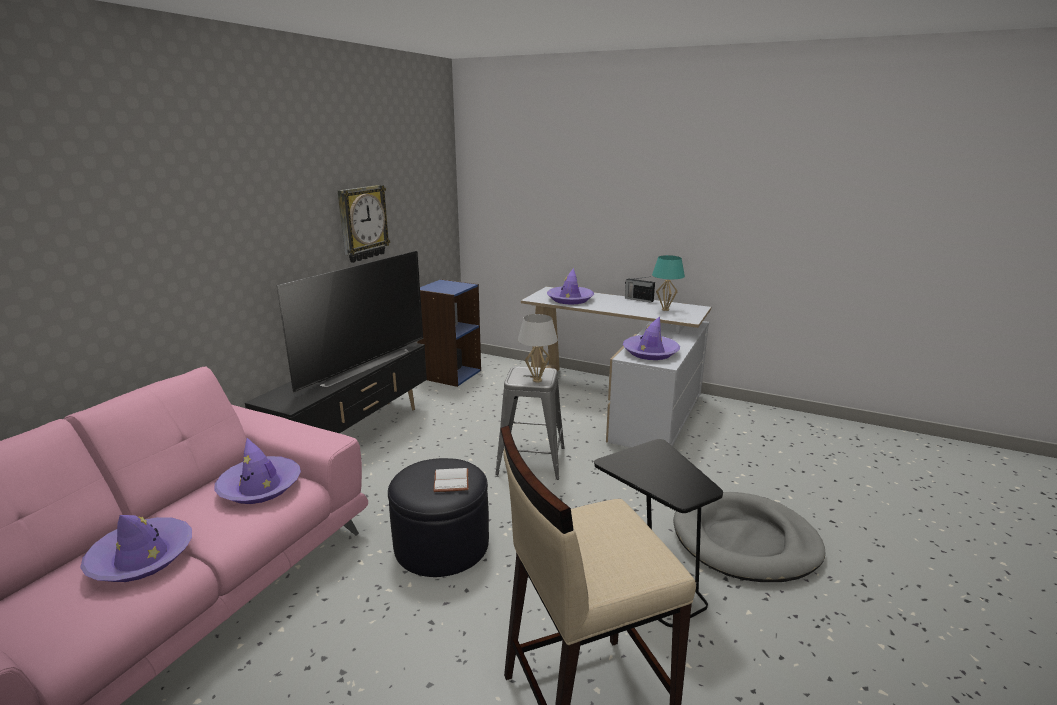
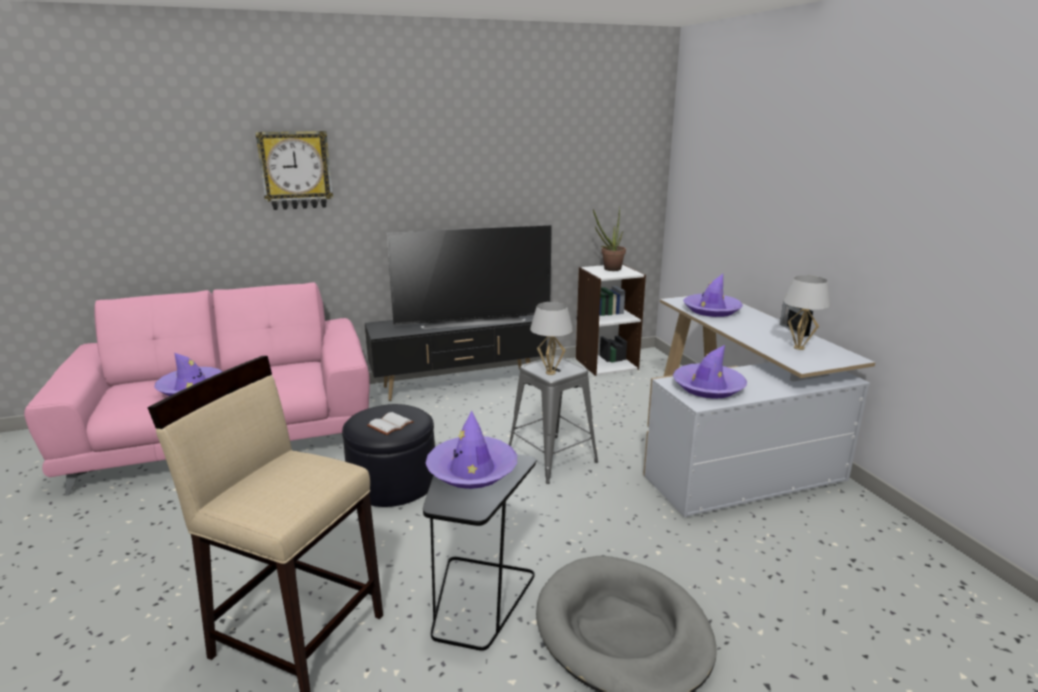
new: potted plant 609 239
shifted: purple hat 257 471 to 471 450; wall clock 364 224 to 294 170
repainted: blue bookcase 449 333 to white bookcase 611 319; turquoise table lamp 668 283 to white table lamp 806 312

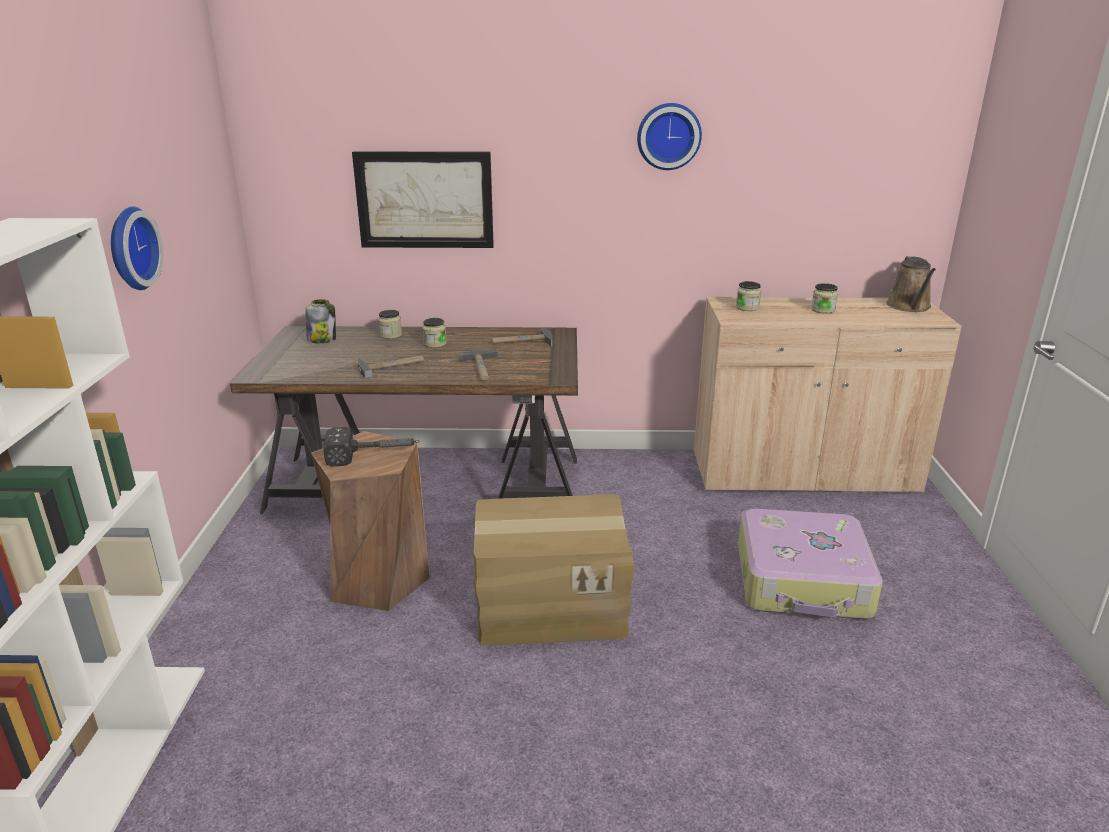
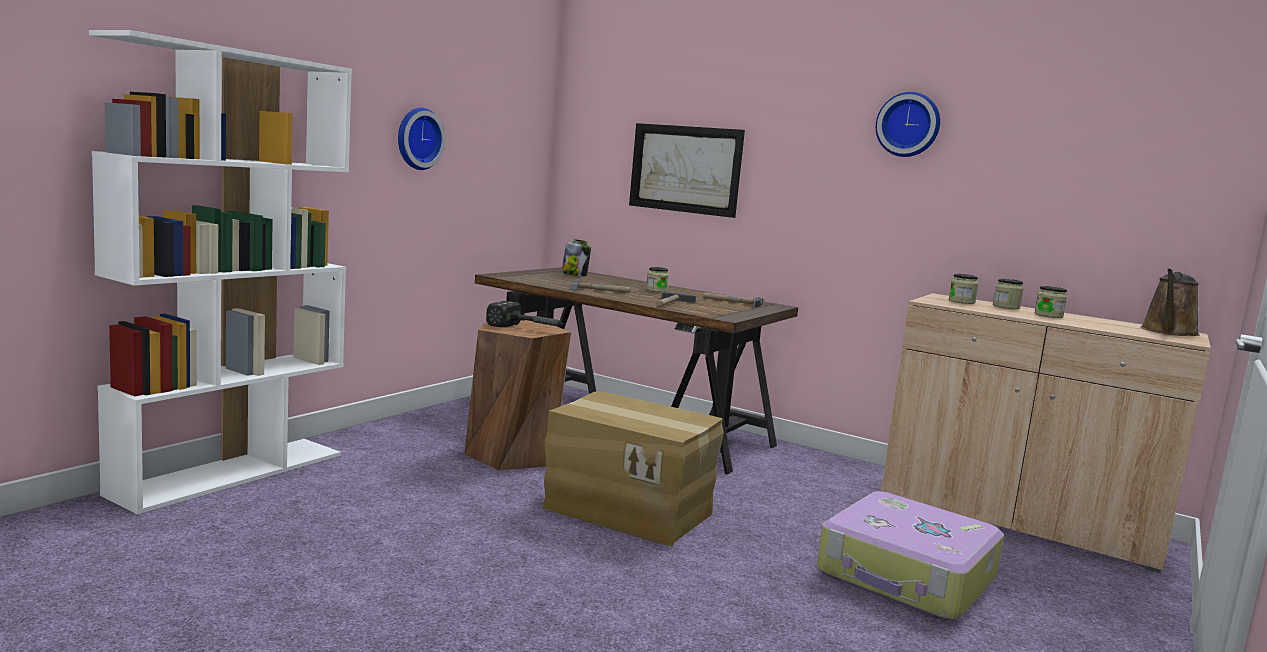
shifted: jar 390 324 to 1008 294

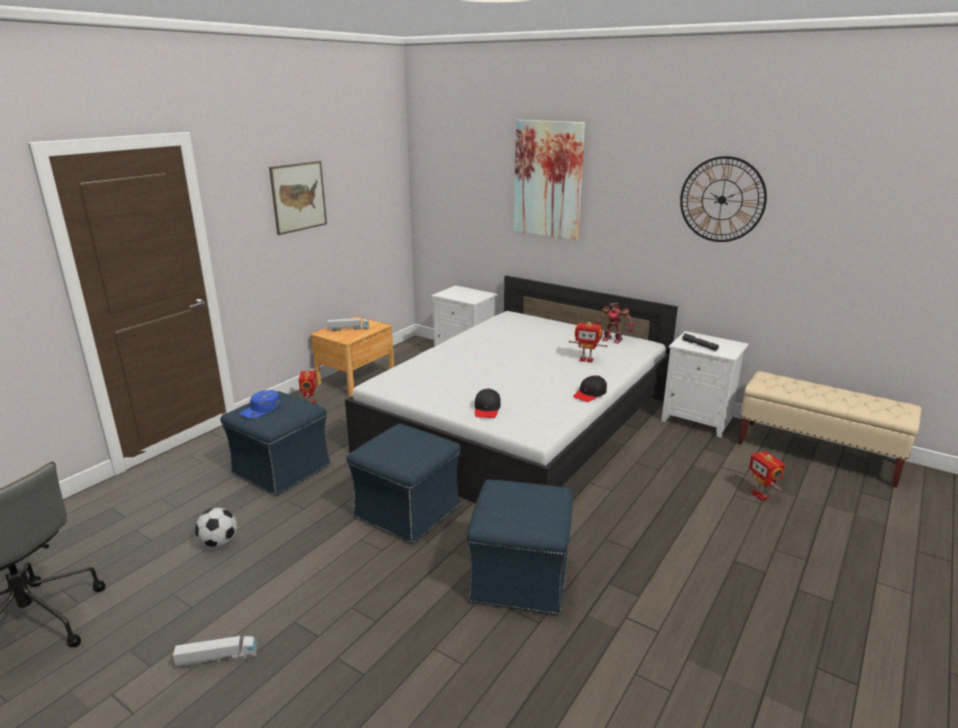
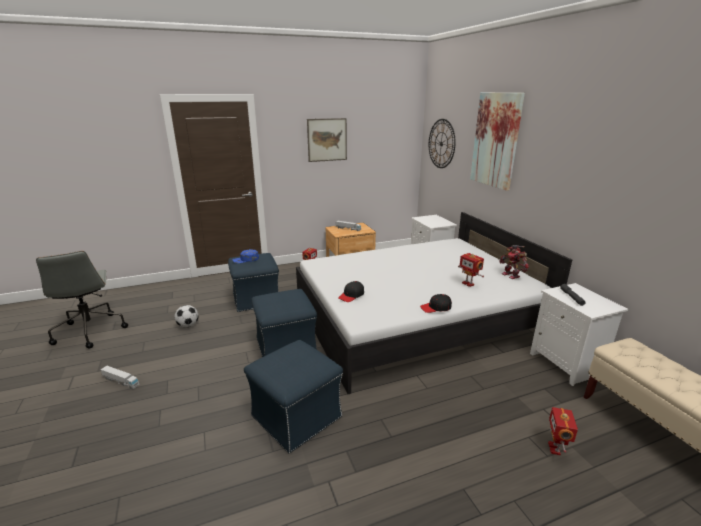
shifted: wall clock 723 199 to 442 143

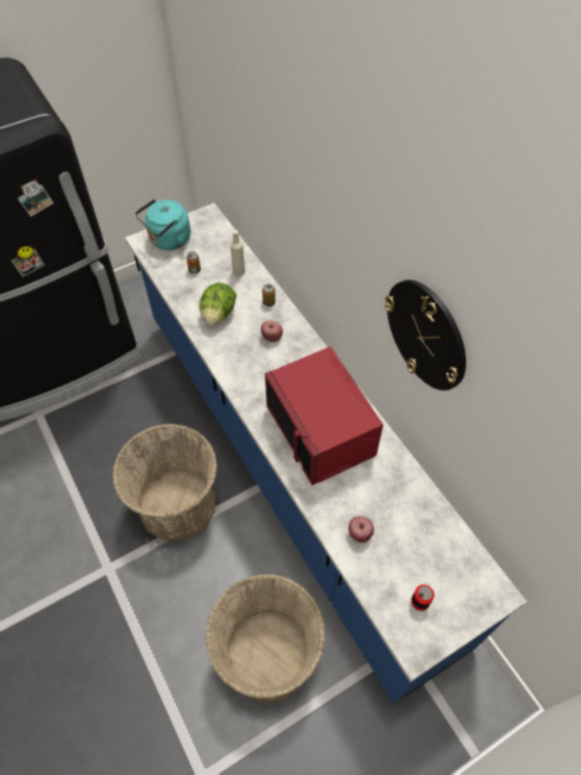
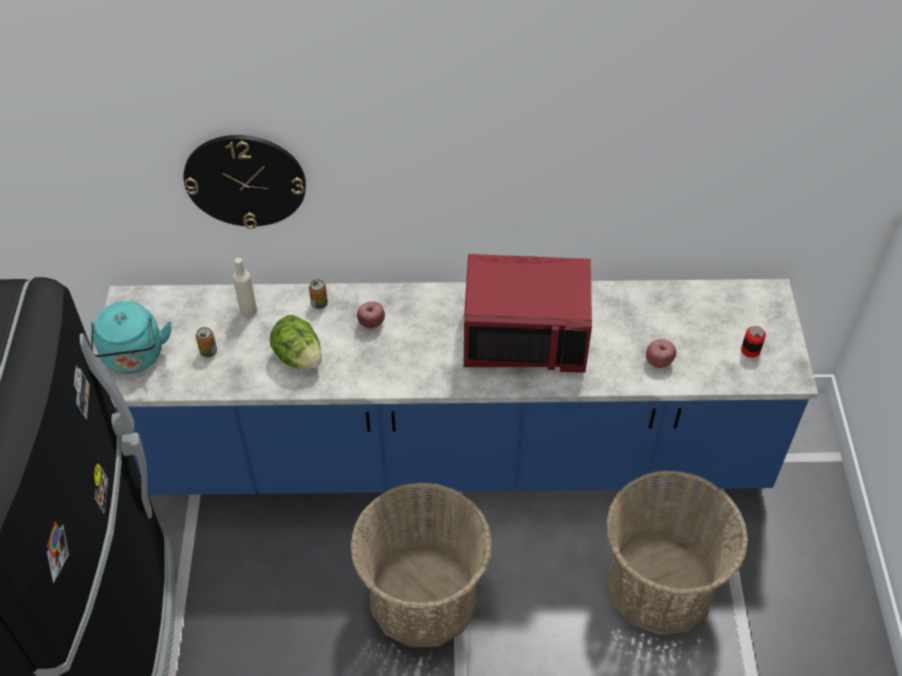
shifted: wall clock 425 335 to 244 182

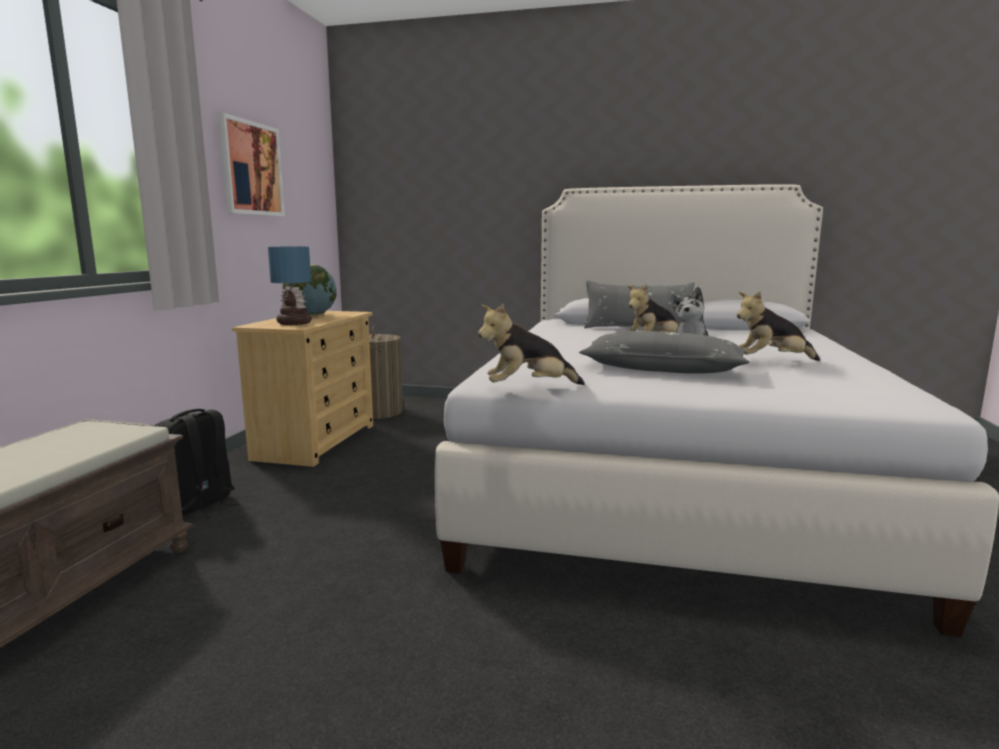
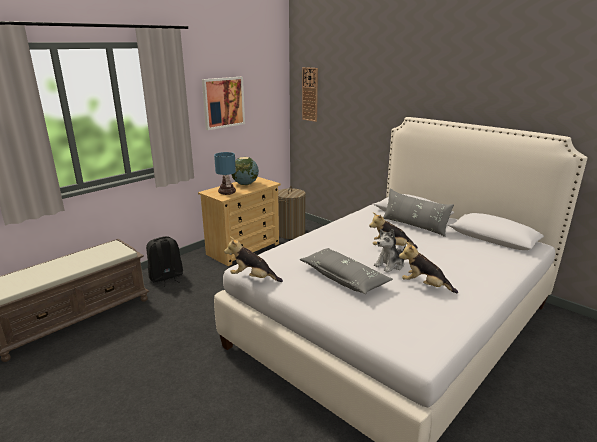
new: wall clock 310 94

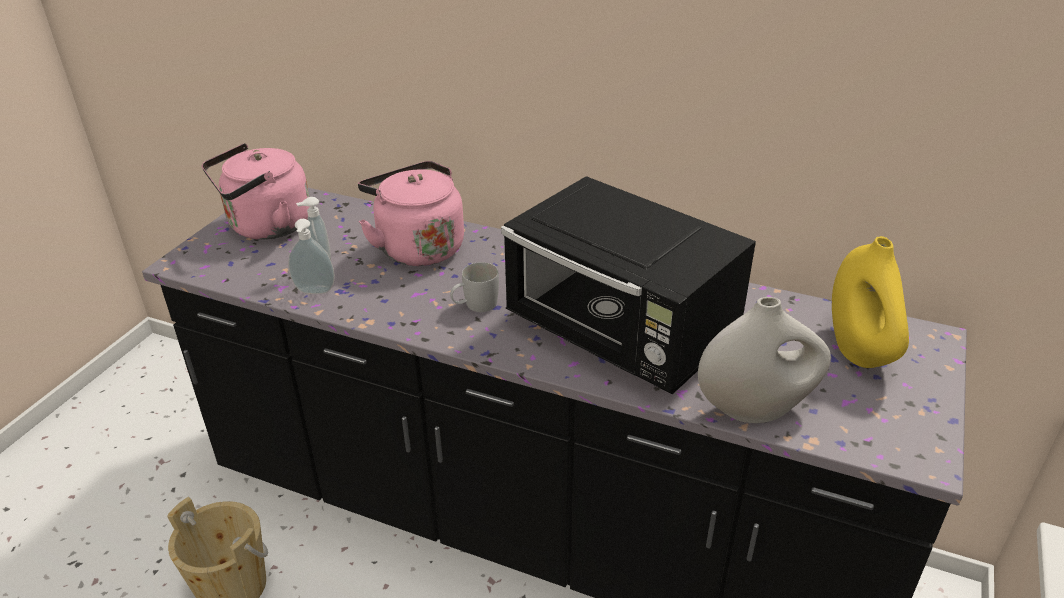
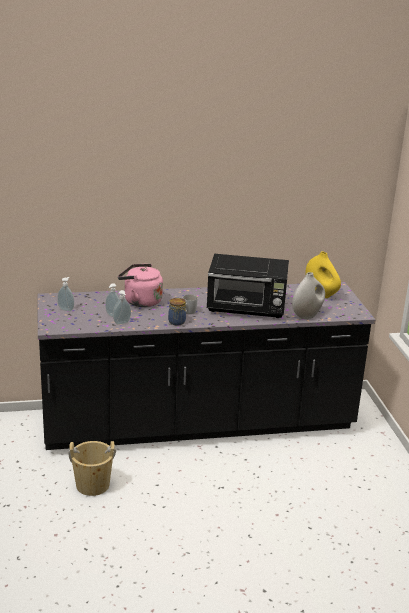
new: jar 177 311
swapped: pink kettle 256 191 to soap dispenser 65 294

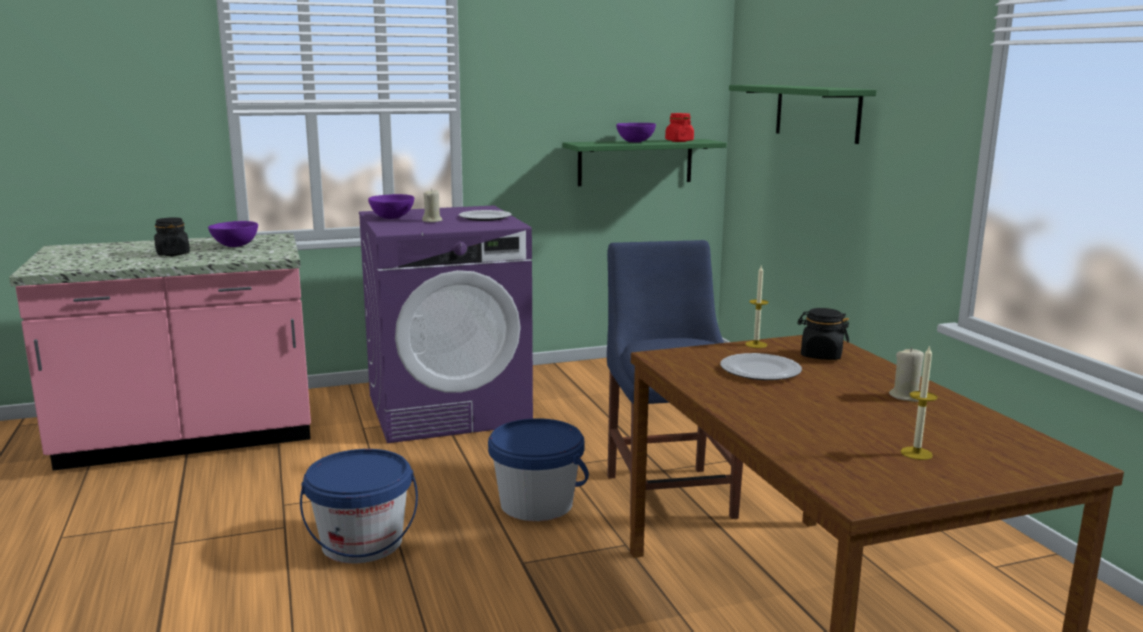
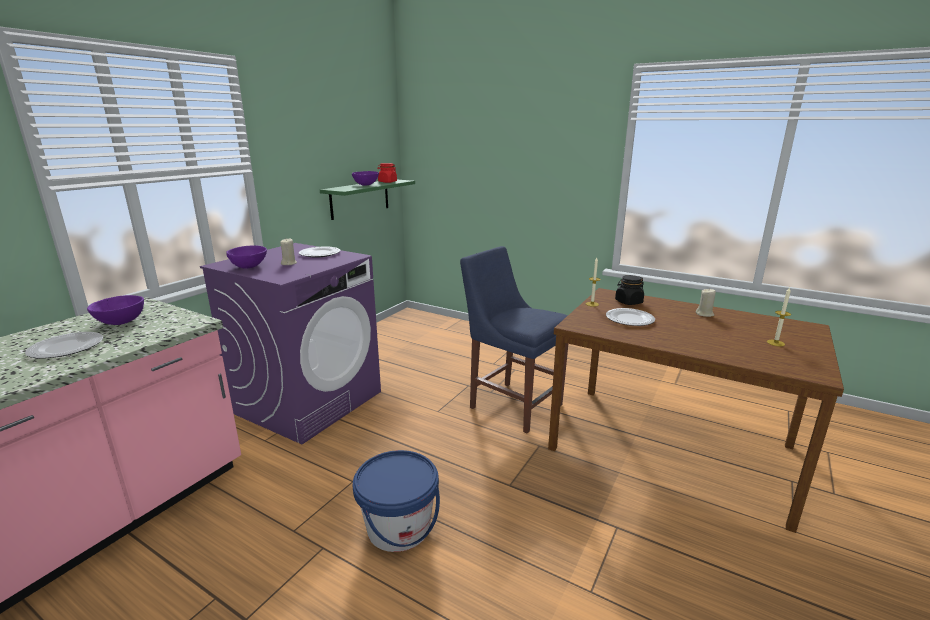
gone: blue bucket 538 469; green shelf 802 114
swapped: black jar 172 236 to plate 64 345

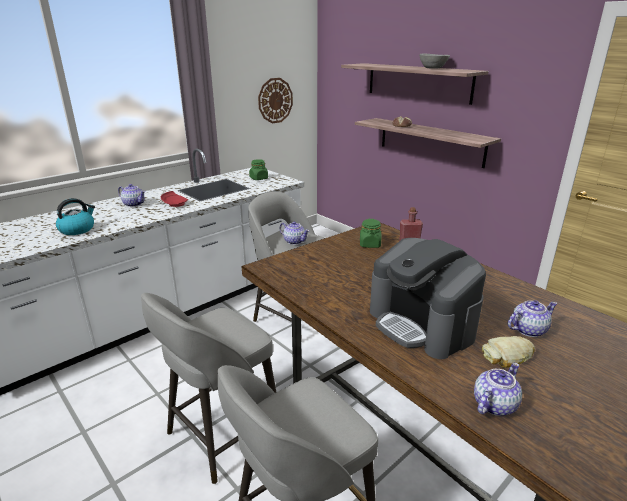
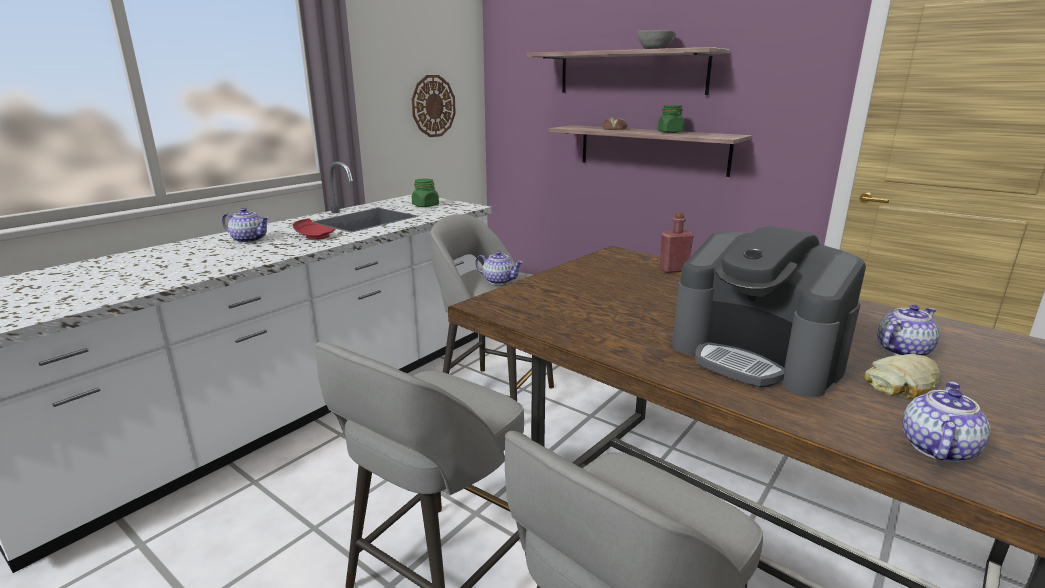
gone: kettle 75 216
shifted: green jar 370 233 to 671 119

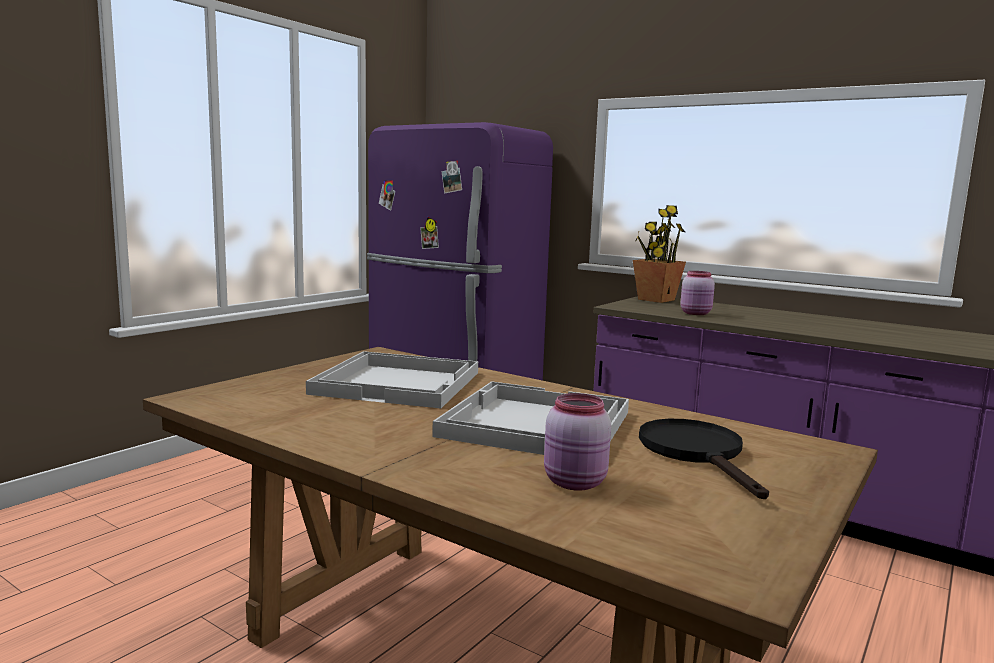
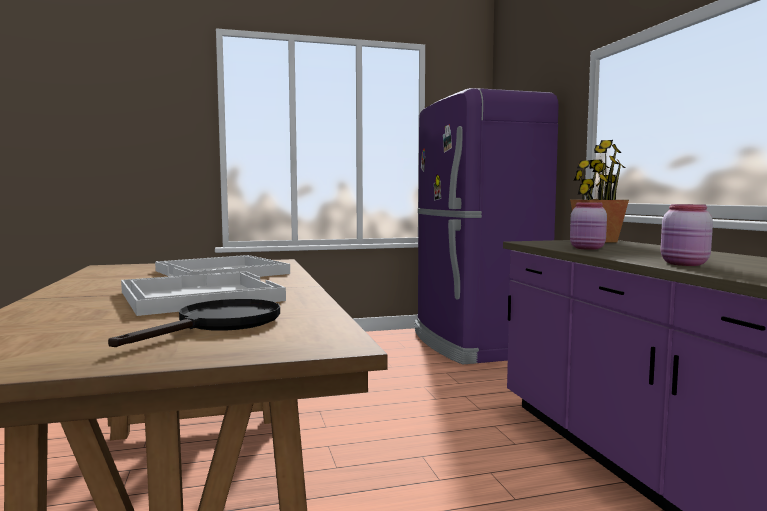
shifted: pink jar 577 442 to 687 235

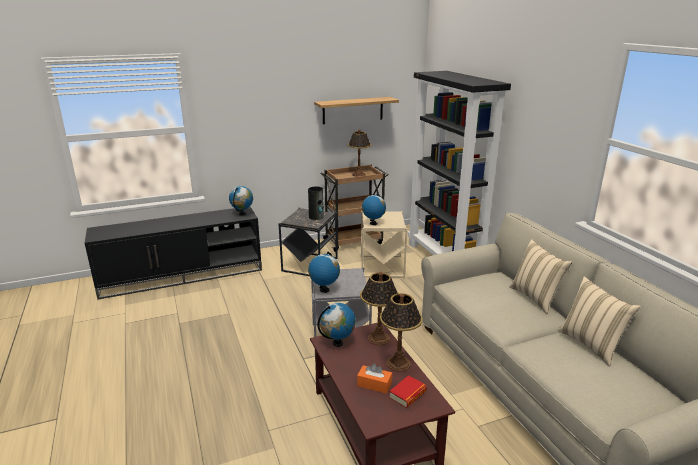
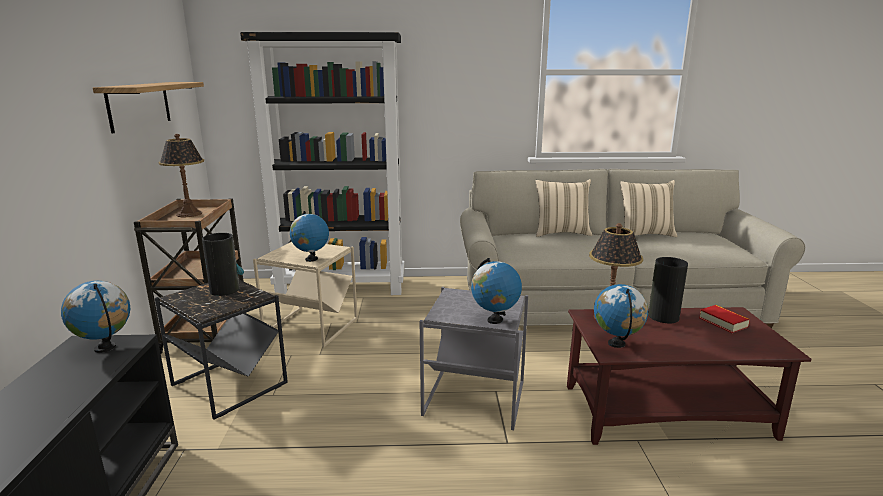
gone: orange tissue box 374 379
swapped: table lamp 401 332 to vase 668 290

